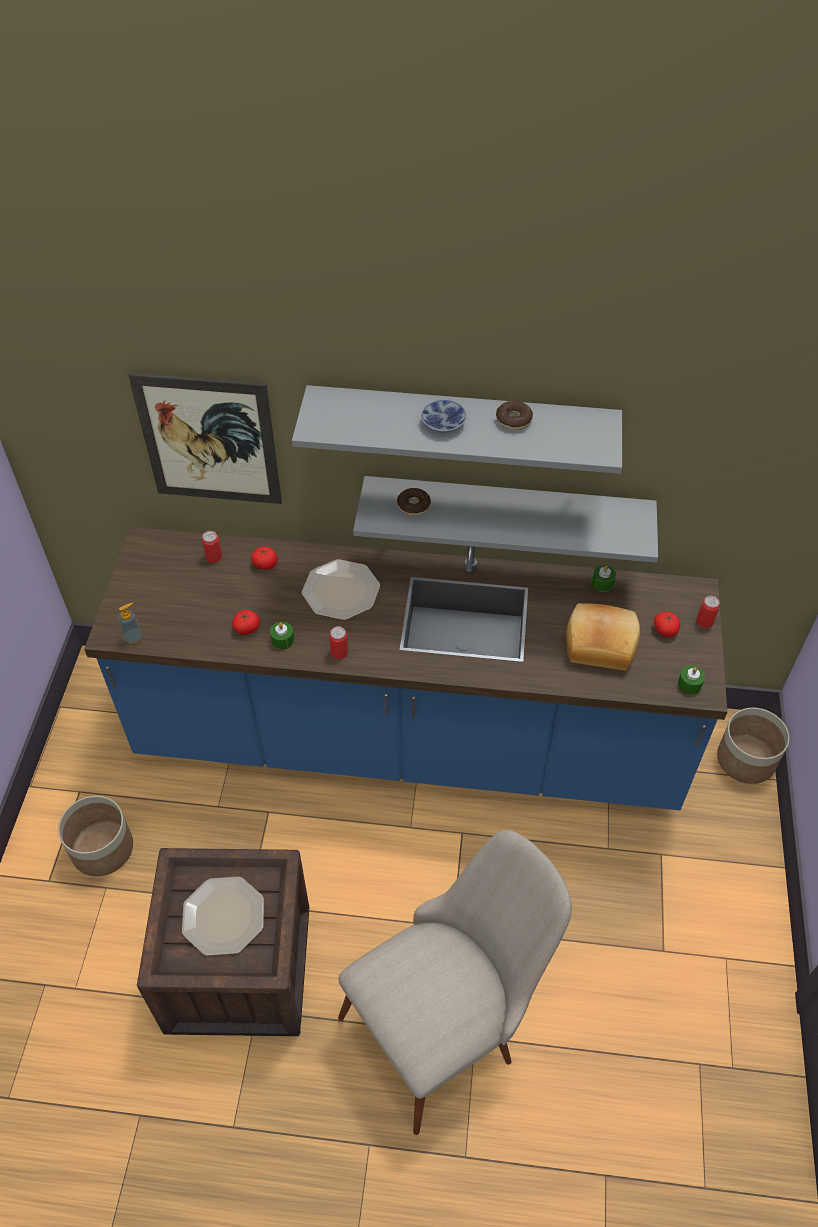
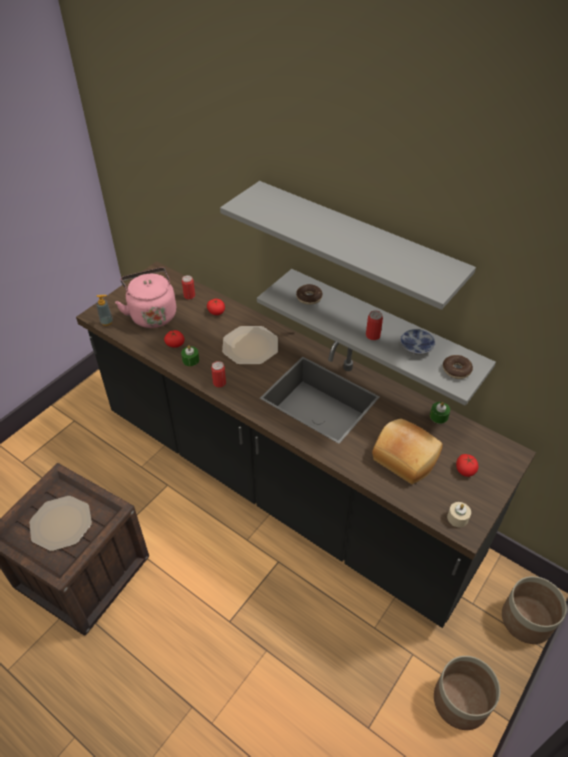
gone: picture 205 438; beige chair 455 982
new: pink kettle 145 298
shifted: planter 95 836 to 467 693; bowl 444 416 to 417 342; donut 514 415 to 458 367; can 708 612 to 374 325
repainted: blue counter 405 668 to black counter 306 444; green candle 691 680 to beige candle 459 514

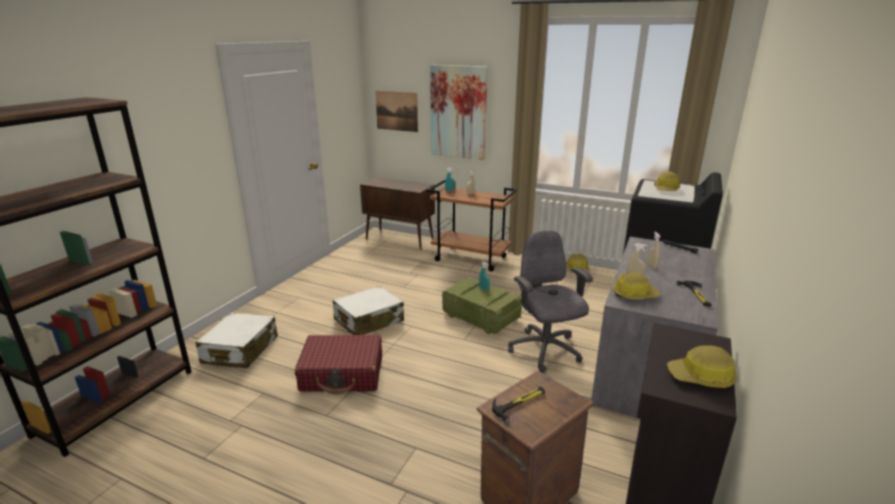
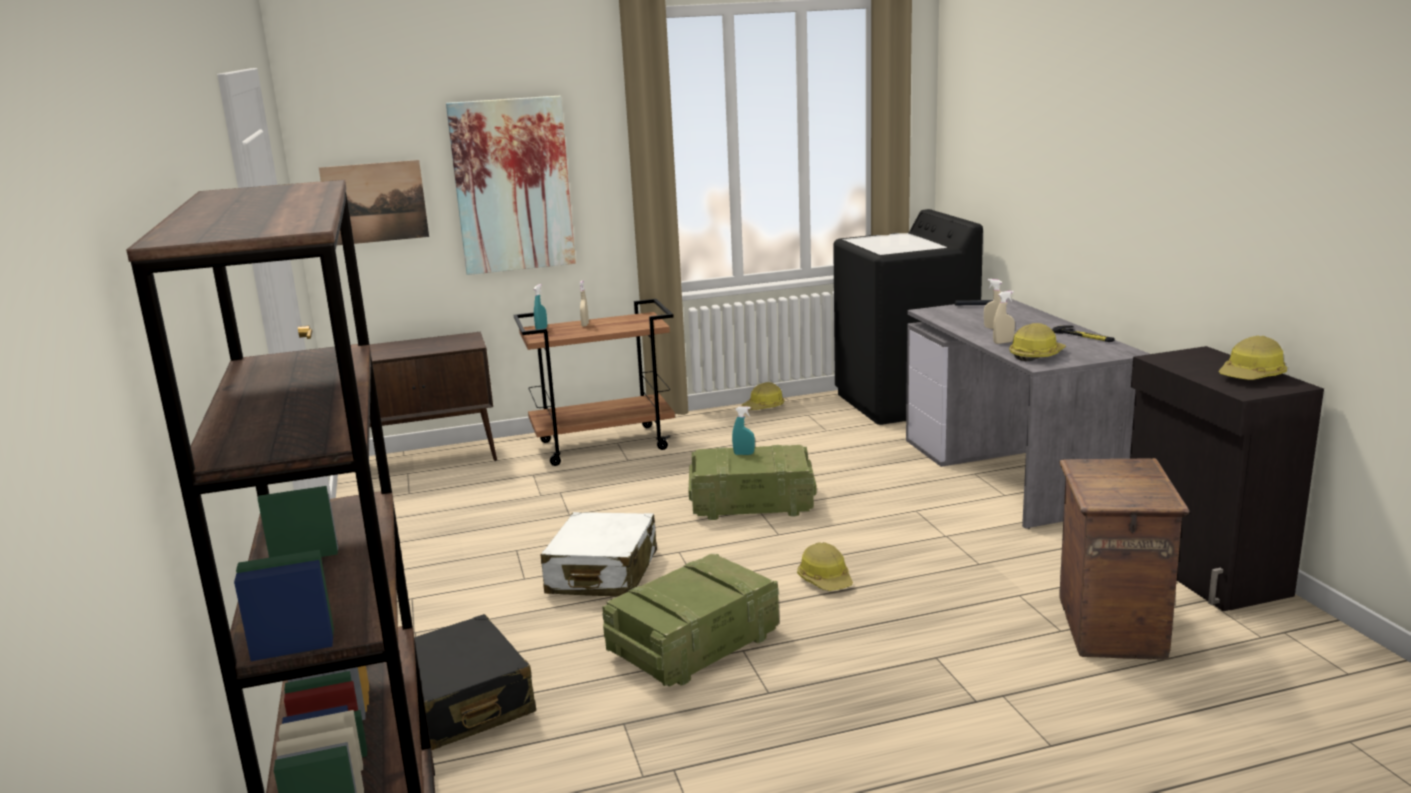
gone: hammer 518 404; grey office chair 550 301
shifted: hard hat 667 181 to 825 566
swapped: red suitcase 338 365 to crate 690 620
repainted: white suitcase 236 340 to black suitcase 475 682

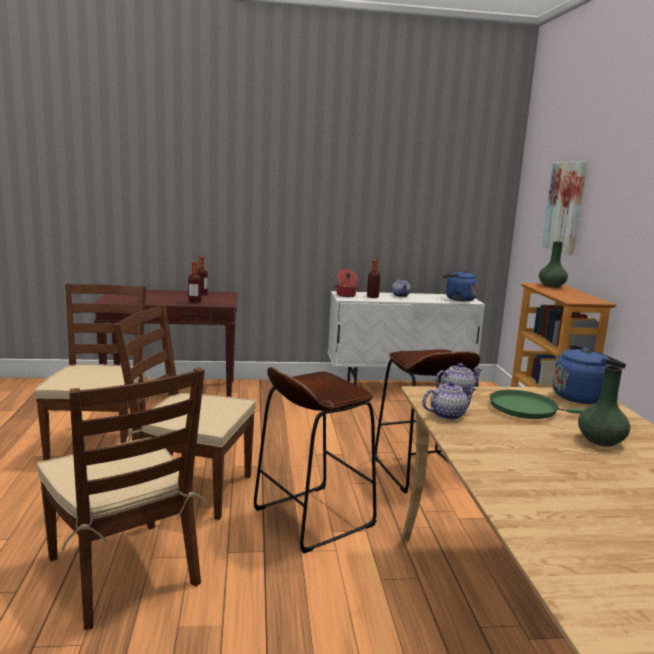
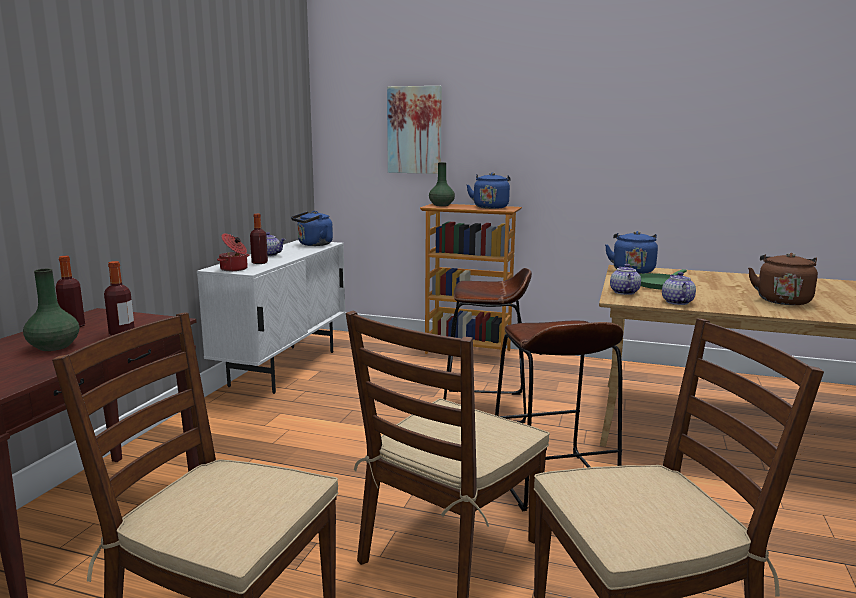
new: blue kettle 488 190; brown kettle 783 279
shifted: green vase 604 406 to 51 310

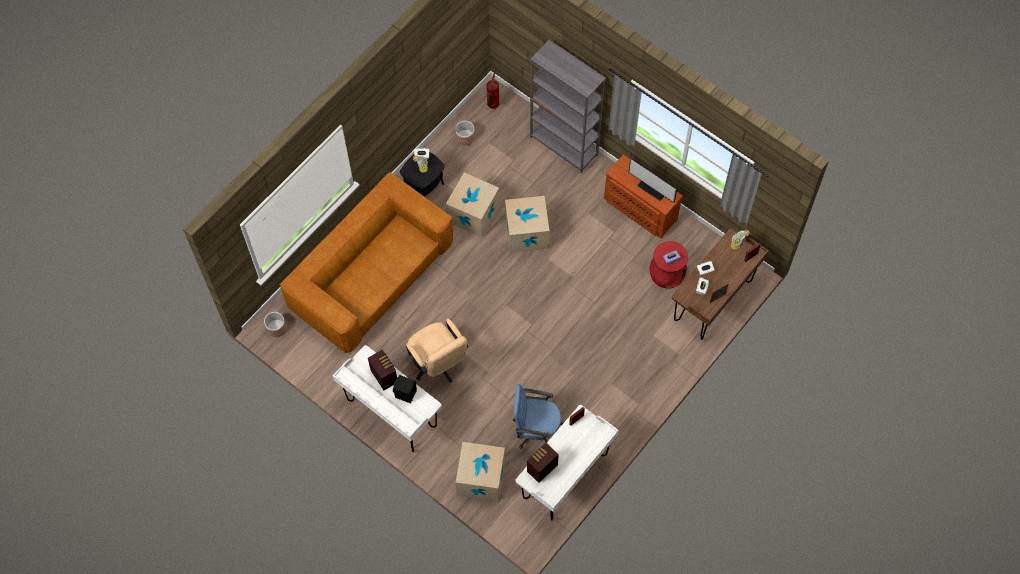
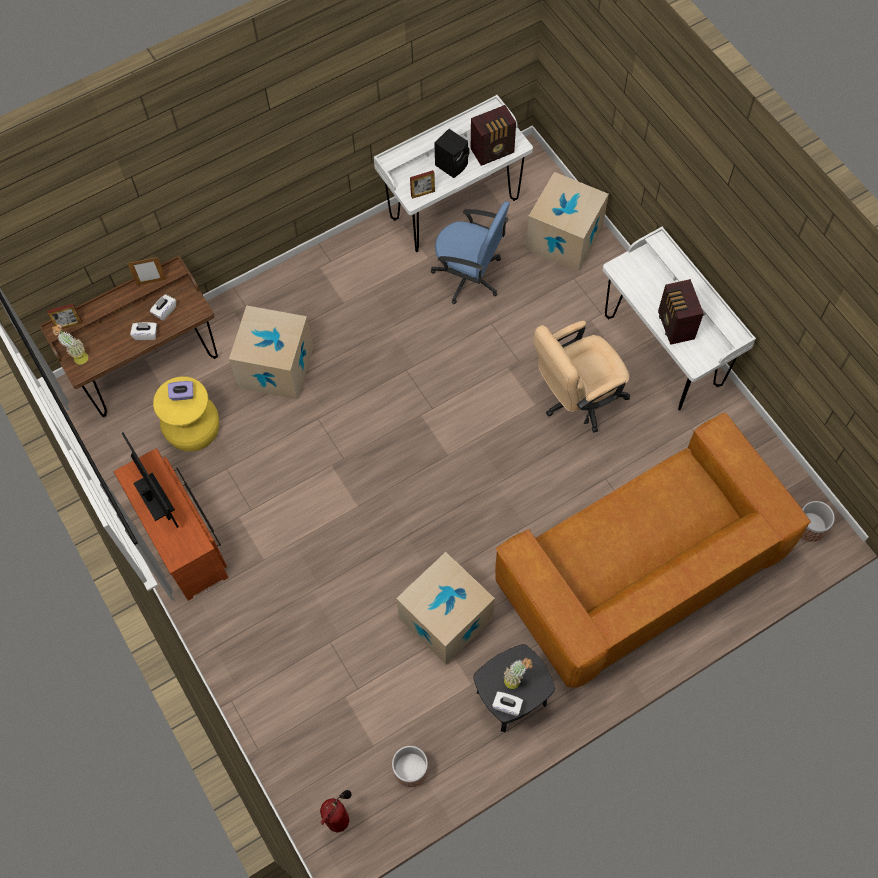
gone: grey bookcase 568 106
shifted: black speaker 405 389 to 452 153; cardboard box 527 224 to 271 352
repainted: red stool 669 265 to yellow stool 186 414
rotated: beige office chair 437 350 = 581 377 105 degrees counterclockwise

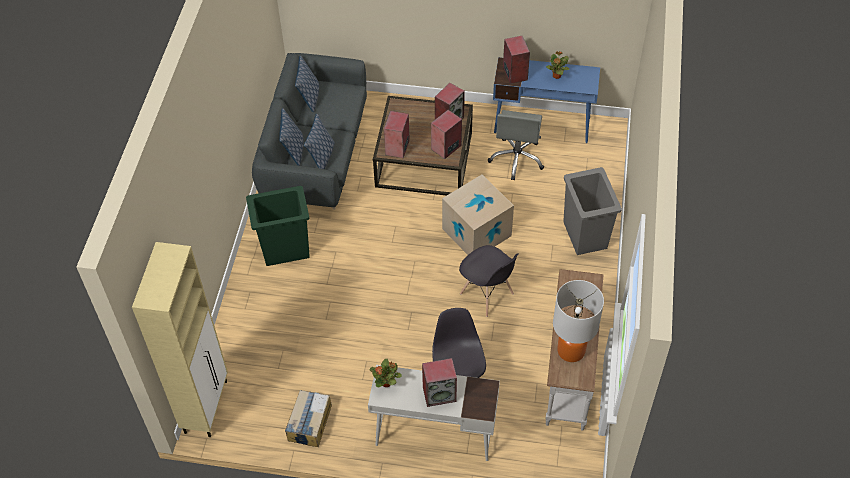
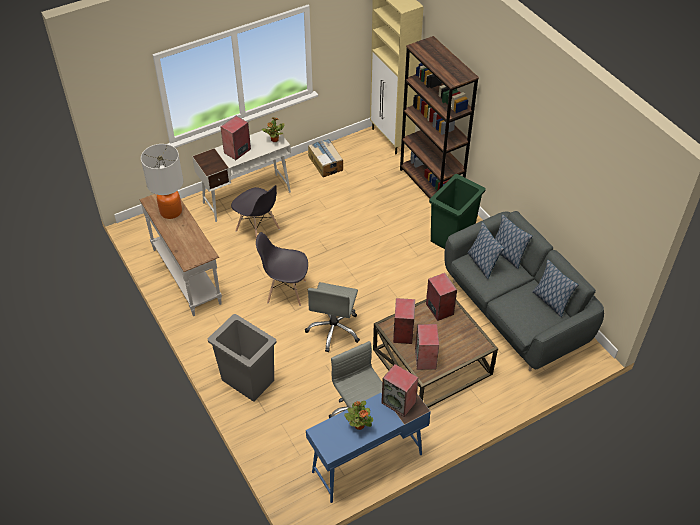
new: brown bookcase 439 117
swapped: cardboard box 478 215 to grey office chair 332 317

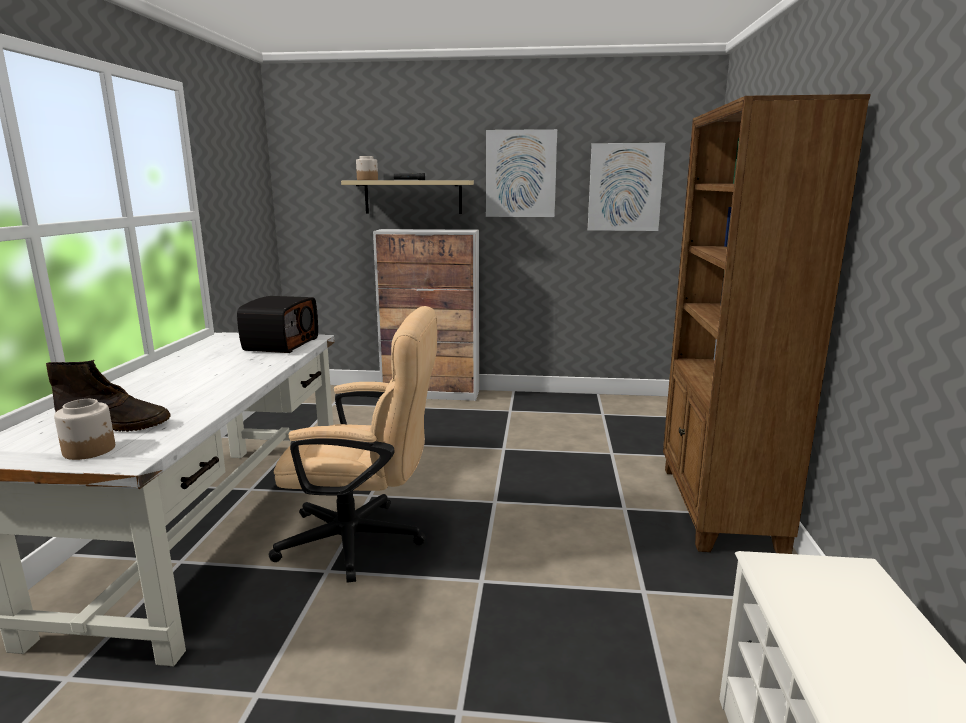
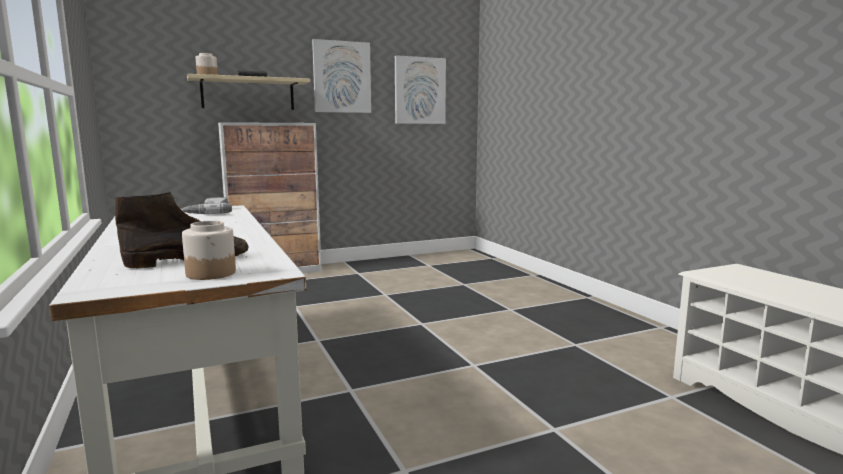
gone: beige office chair 353 444; brown bookcase 767 324
swapped: radio 277 324 to power drill 207 205

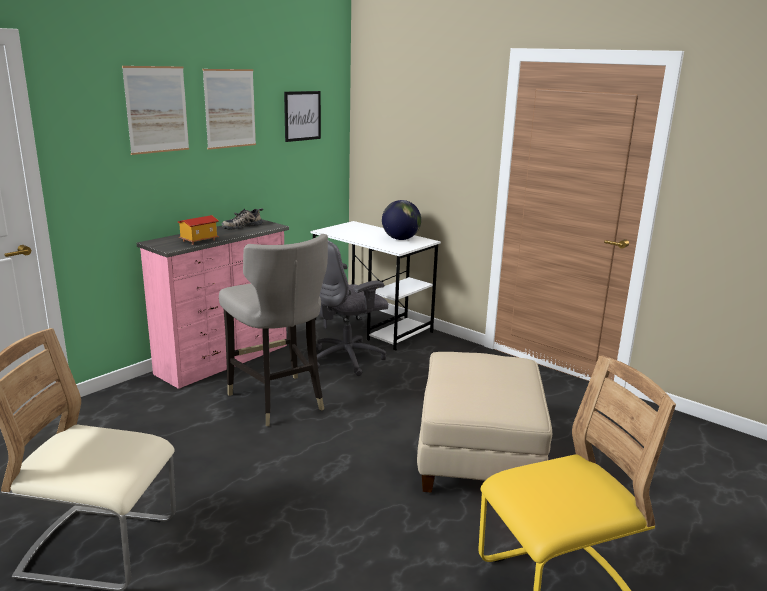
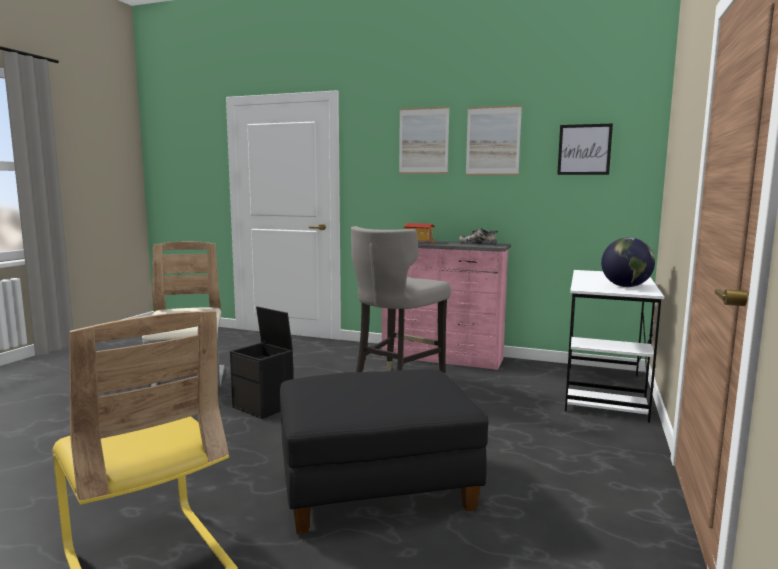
gone: grey office chair 352 308
new: black storage box 261 362
repainted: beige ottoman 484 422 to black ottoman 384 451

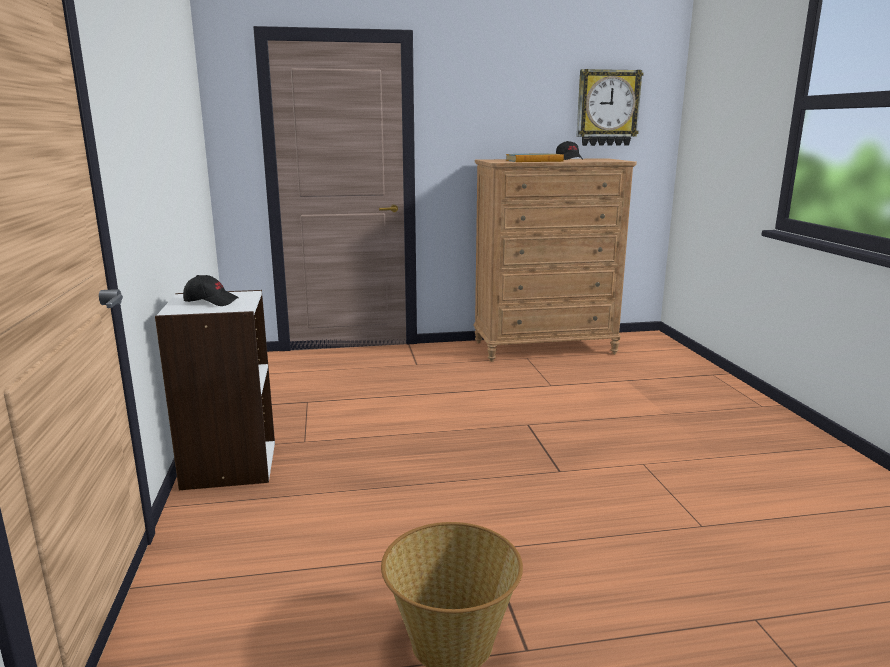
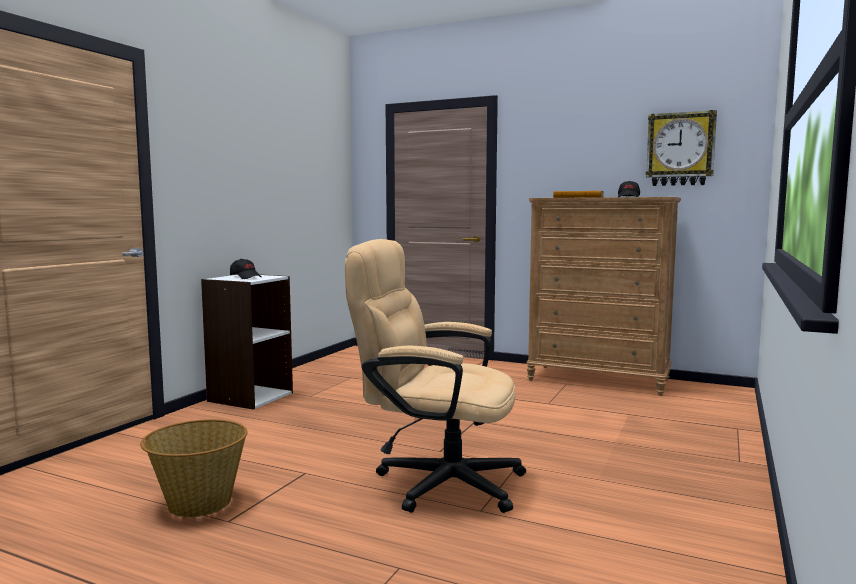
new: beige office chair 435 376

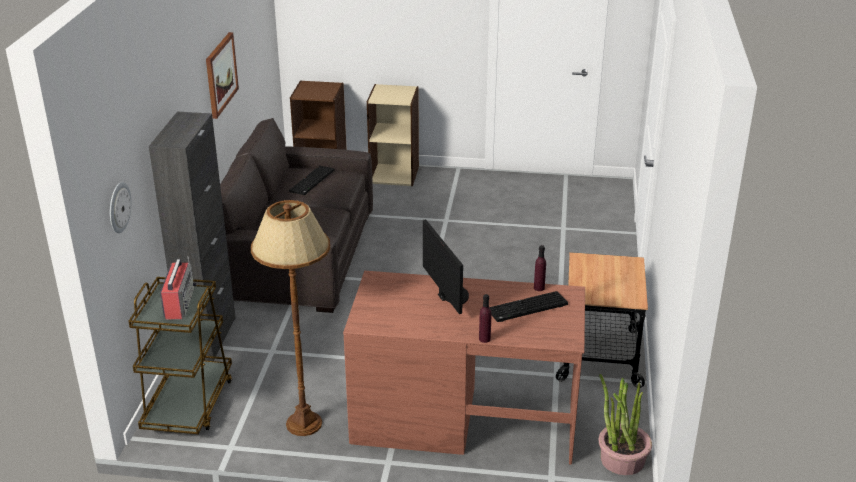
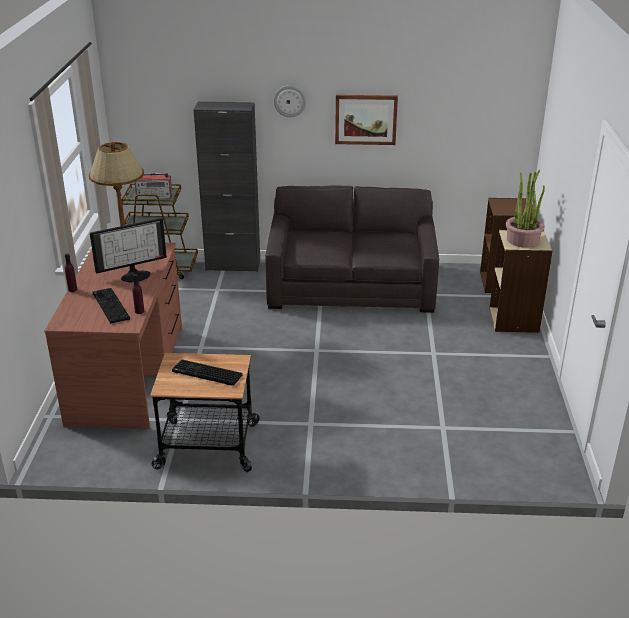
shifted: wall clock 121 207 to 289 101; keyboard 311 180 to 207 373; potted plant 625 424 to 525 209

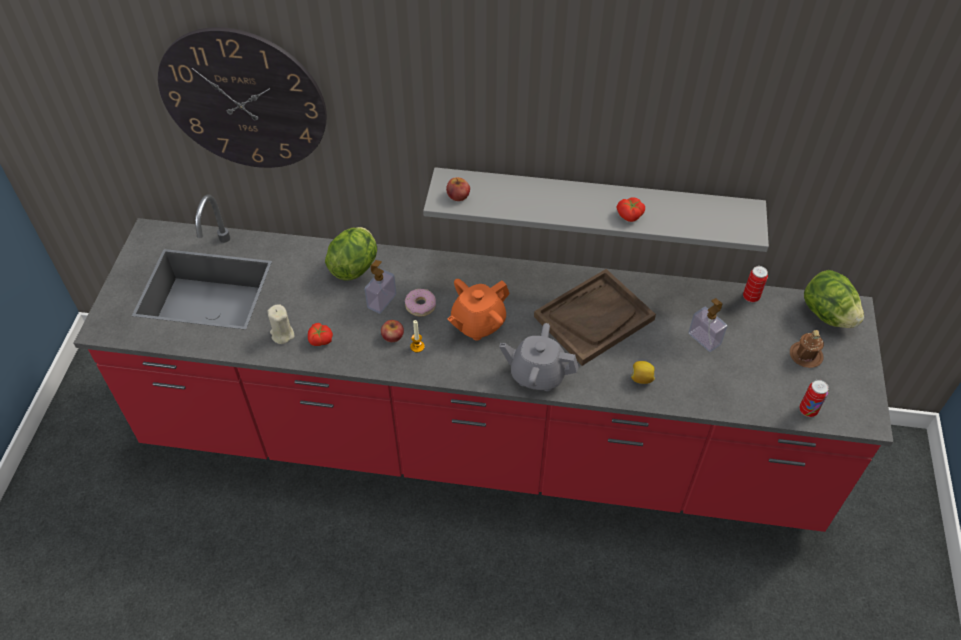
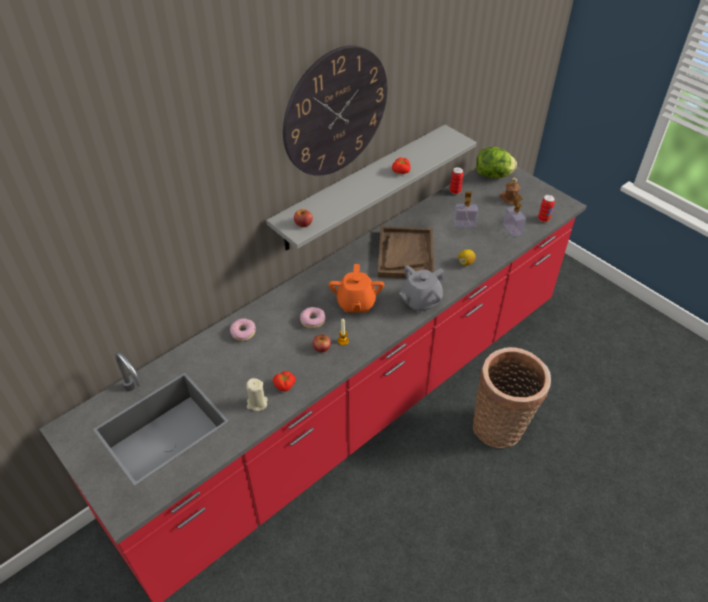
new: basket 512 398
shifted: wall clock 242 97 to 335 110; soap dispenser 380 287 to 514 216
swapped: lettuce 351 254 to donut 243 329

